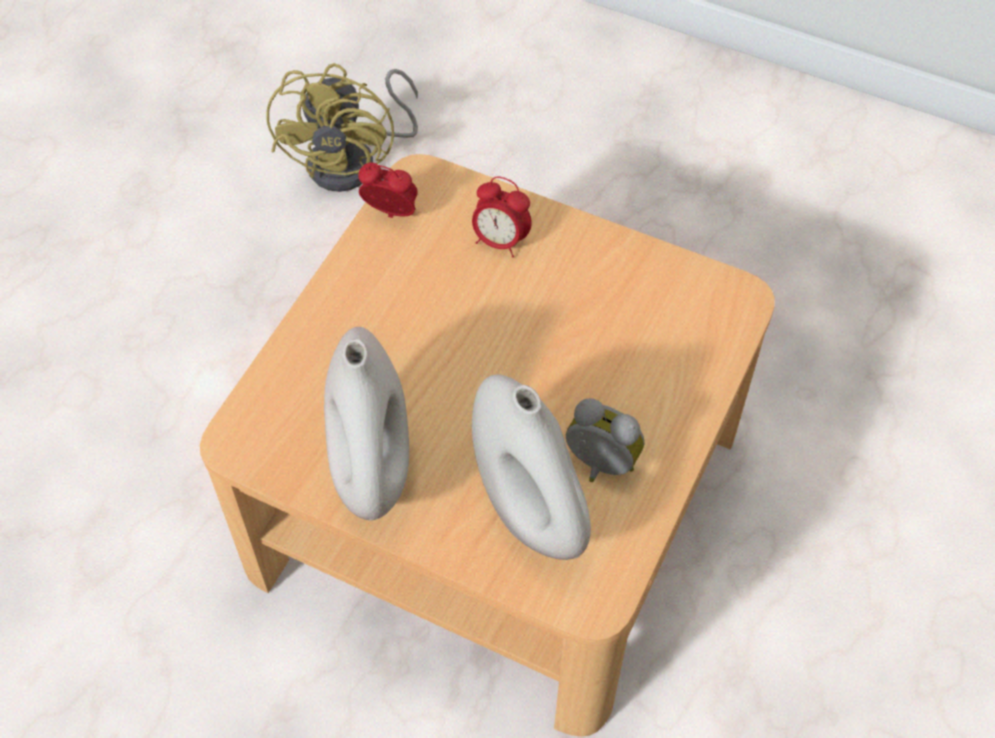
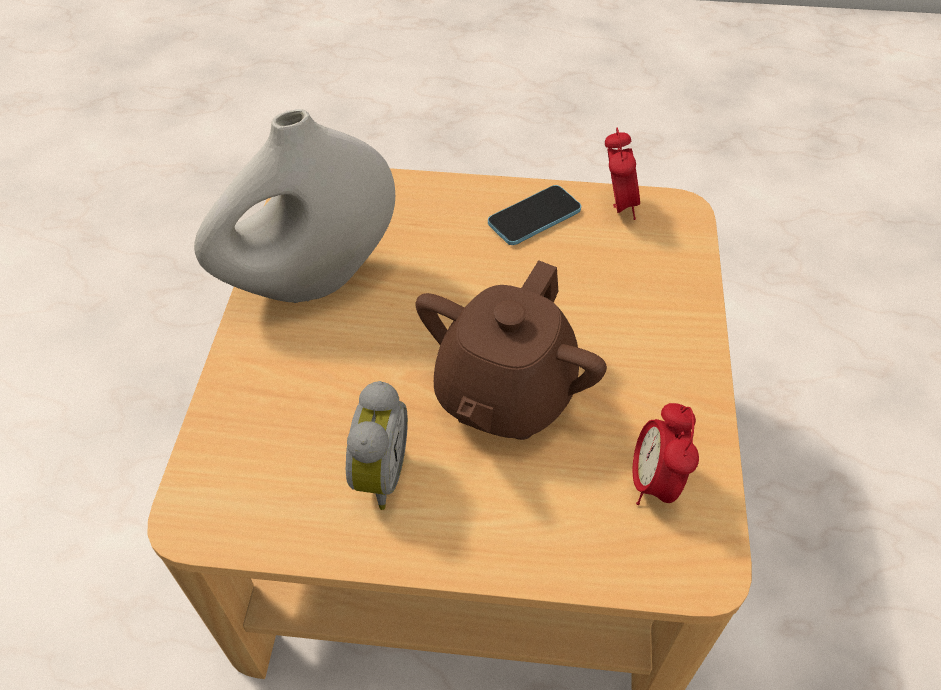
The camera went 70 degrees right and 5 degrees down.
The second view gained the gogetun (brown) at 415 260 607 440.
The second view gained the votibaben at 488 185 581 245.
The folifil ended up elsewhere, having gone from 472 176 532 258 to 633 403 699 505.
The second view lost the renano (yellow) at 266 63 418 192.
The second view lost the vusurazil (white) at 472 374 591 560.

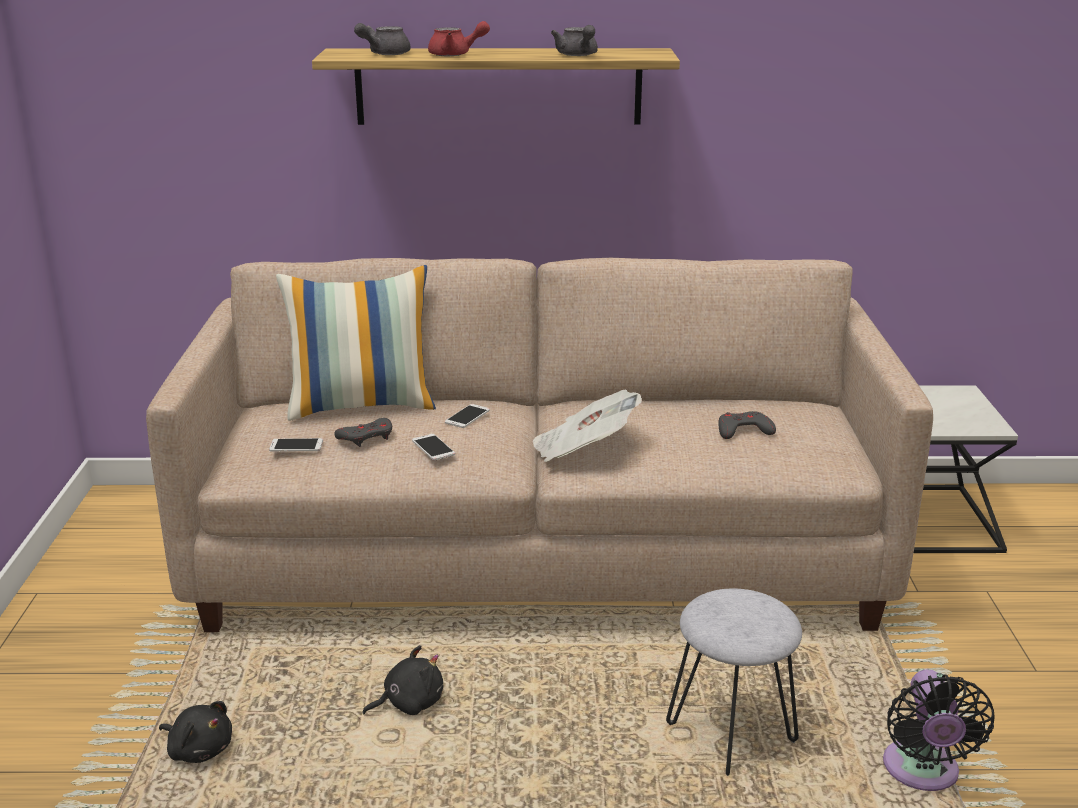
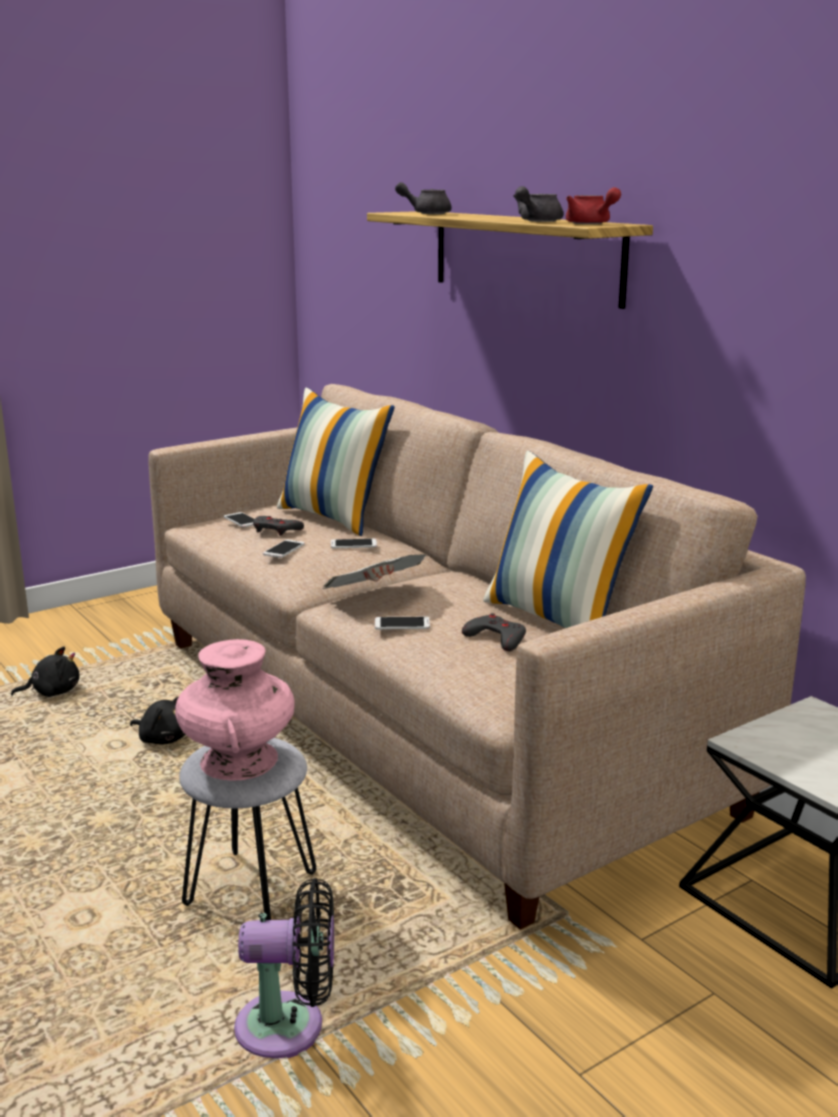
The camera went 55 degrees right and 5 degrees down.
The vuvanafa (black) at 159 701 232 763 ended up facing another way, 105 degrees counterclockwise from before.
The second view gained the vusurazil (pink) at 175 639 295 781.
The renano (black) at 883 670 995 791 ended up facing another way, 150 degrees counterclockwise from before.
The second view gained the votibaben at 375 617 430 629.
The second view gained the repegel at 483 451 653 628.
The gogetun (red) ended up elsewhere, having gone from 428 21 490 56 to 566 187 621 224.

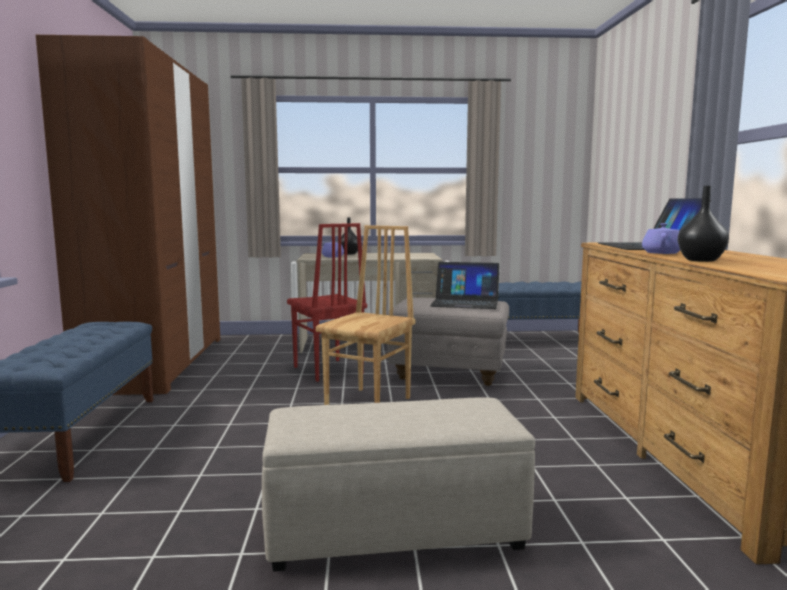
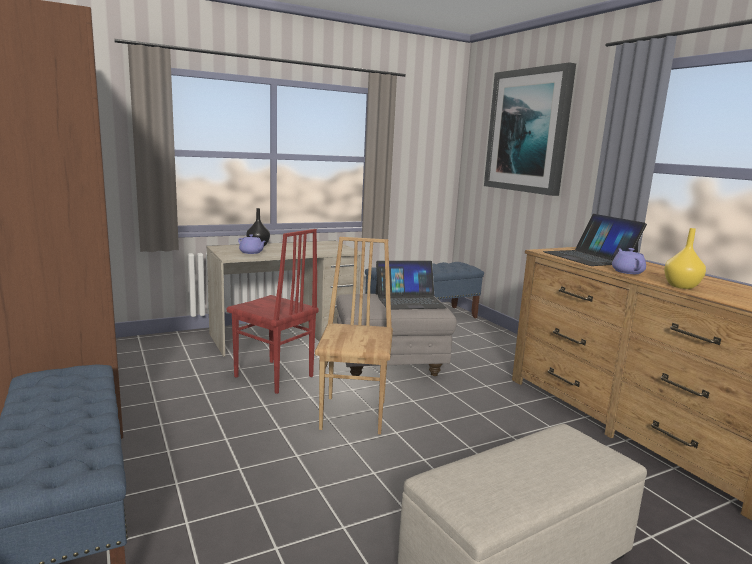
The camera went 25 degrees left and 5 degrees up.
The second view gained the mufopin at 484 62 576 196.
What was the vusurazil (black) at 678 186 729 262 turned into the vusurazil (yellow) at 664 228 706 289.

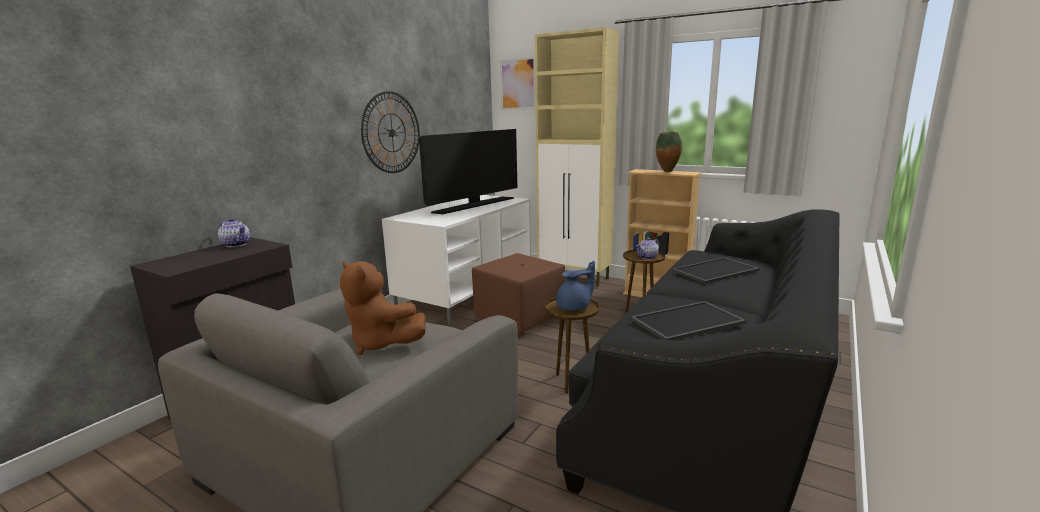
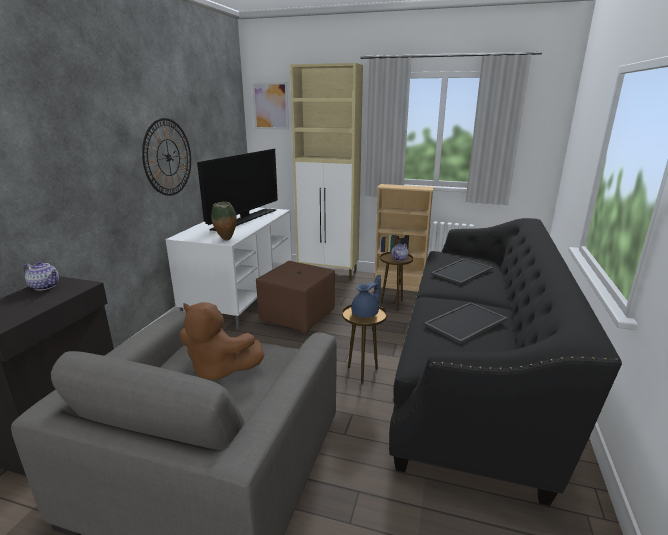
The camera went 15 degrees left and 5 degrees up.
The vusurazil ended up elsewhere, having gone from 656 132 682 172 to 211 202 237 240.

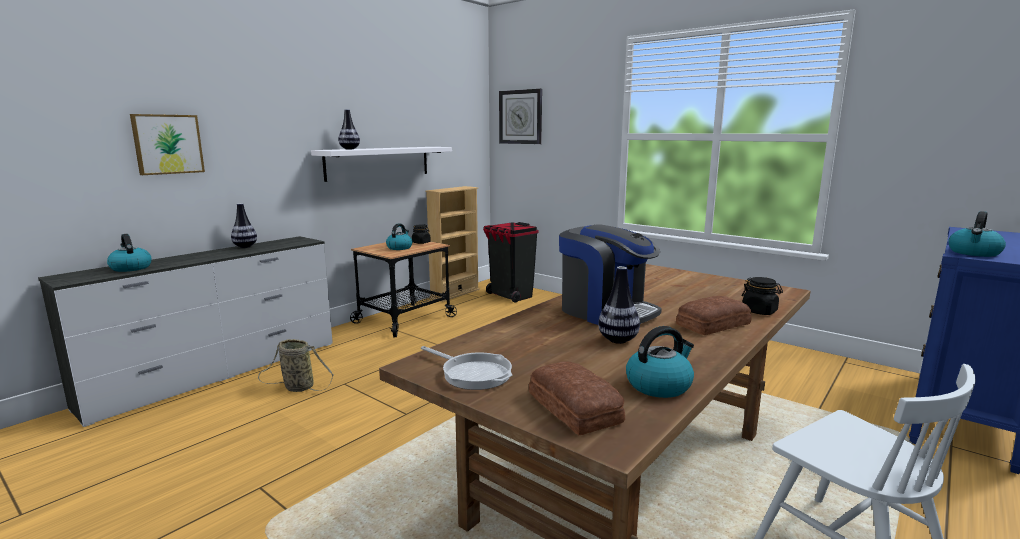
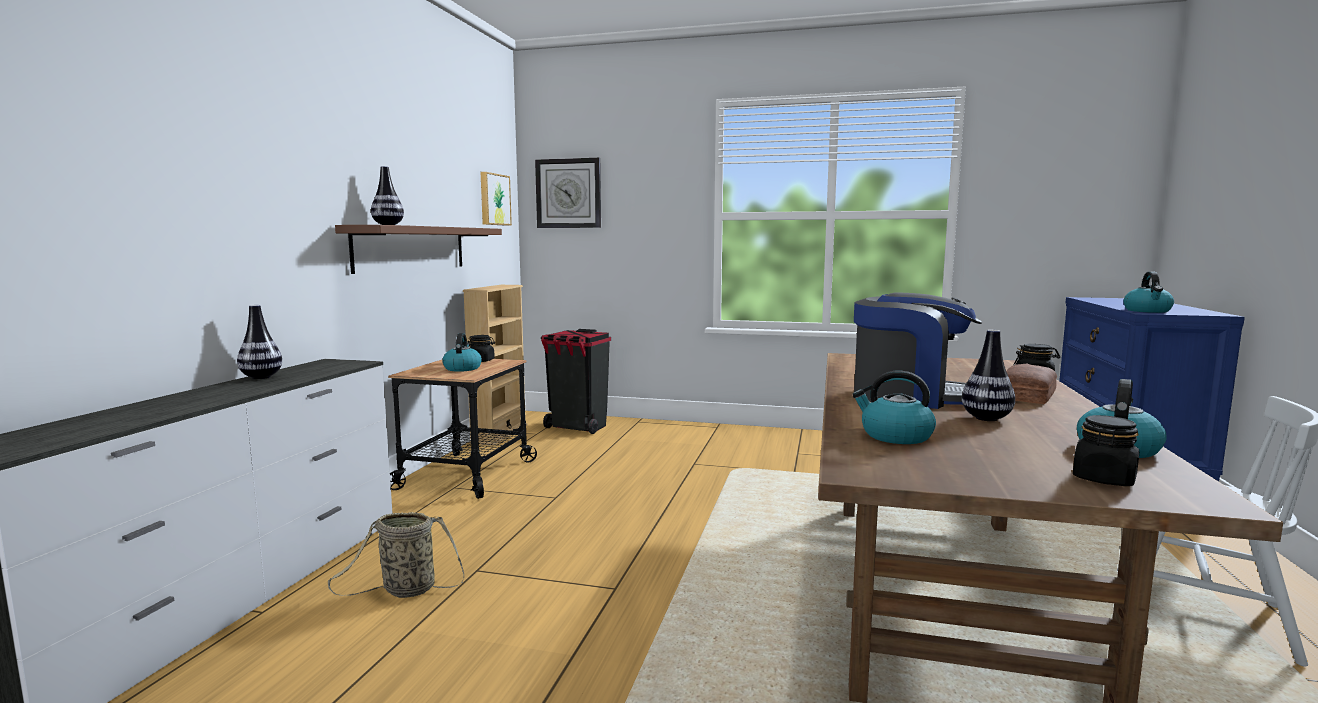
The camera went 25 degrees left and 5 degrees down.
What was the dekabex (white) at 311 147 452 182 turned into the dekabex (brown) at 335 225 502 274.
The mufopin ended up elsewhere, having gone from 130 114 205 175 to 480 172 512 226.
The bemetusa ended up elsewhere, having gone from 107 234 152 272 to 852 371 936 444.
Where the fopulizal stood at 529 361 625 435, the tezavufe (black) came to stand at 1073 415 1139 486.
The second view lost the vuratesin at 421 346 512 390.

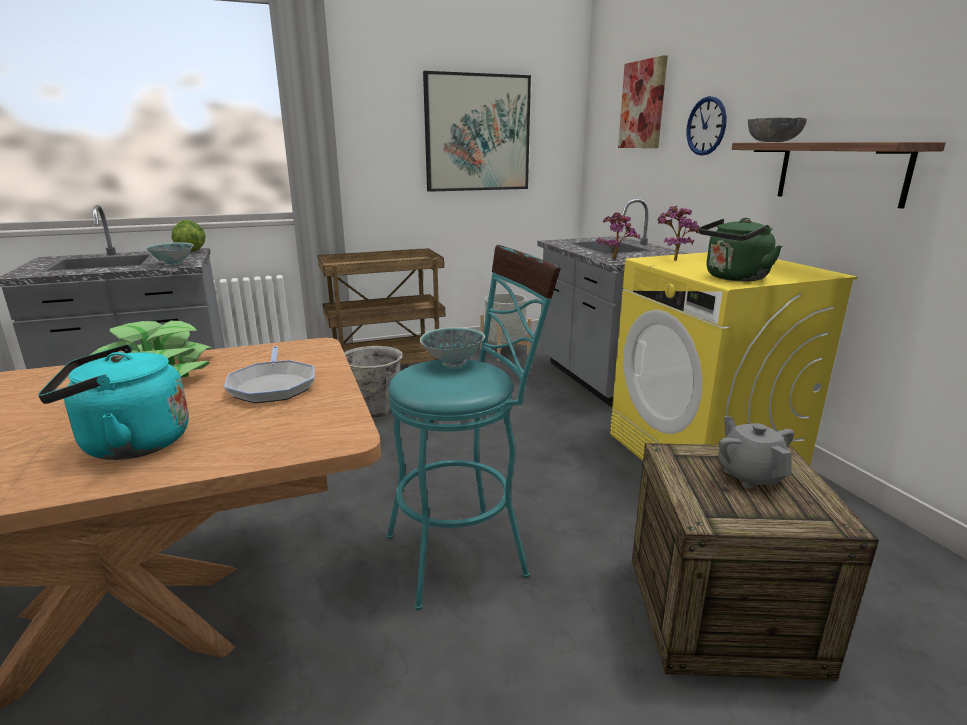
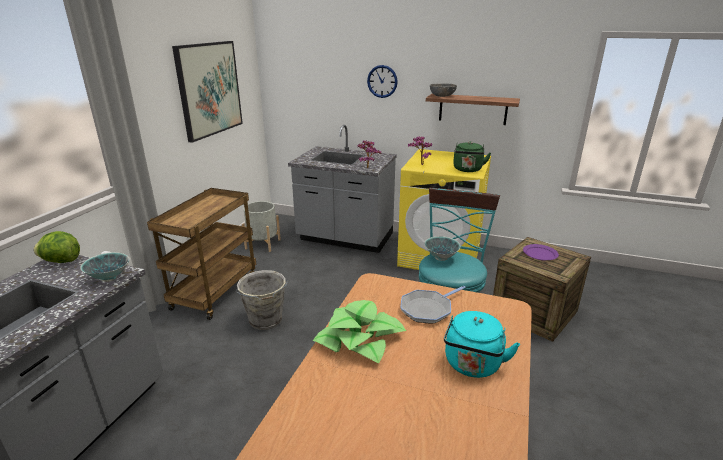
The camera went 50 degrees left and 5 degrees up.
The vuratesin at 224 346 315 403 ended up facing another way, 120 degrees clockwise from before.
Where the gogetun (grey) stood at 718 416 794 489, the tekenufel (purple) came to stand at 523 244 559 260.
The second view lost the mufopin at 618 55 668 148.

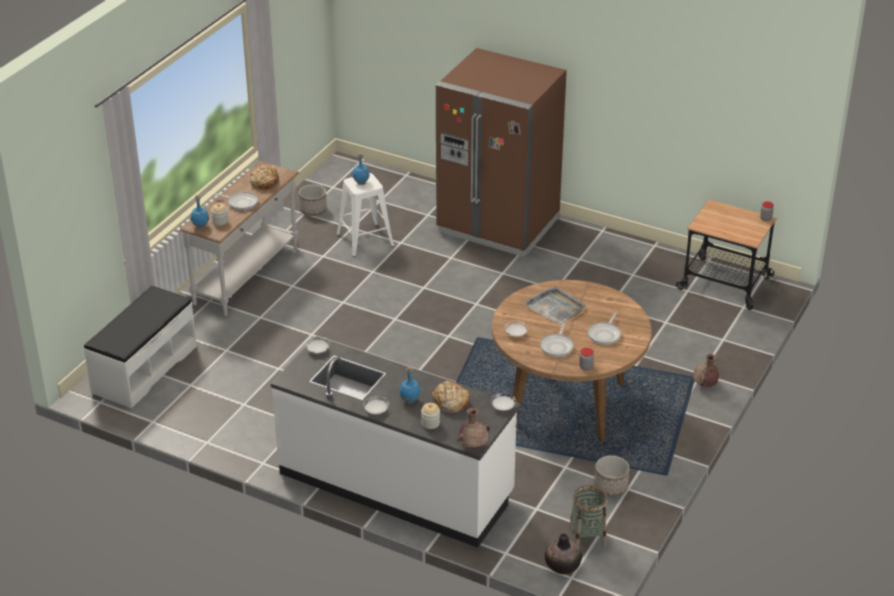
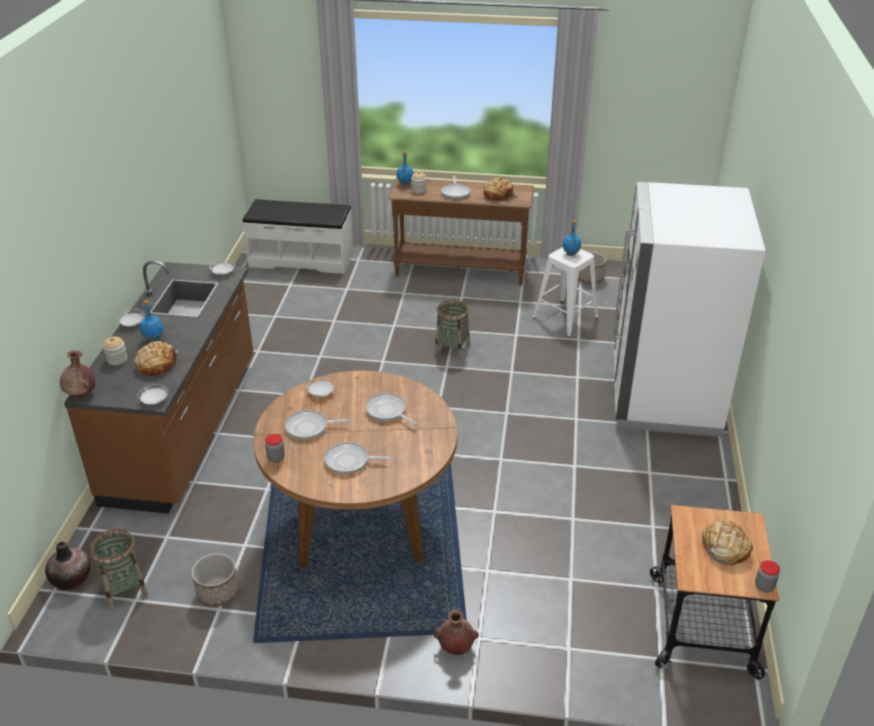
The camera went 70 degrees right and 0 degrees up.
What was the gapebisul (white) at 271 336 520 548 turned into the gapebisul (brown) at 64 260 254 514.
Where the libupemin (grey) stood at 524 286 586 324, the vuratesin came to stand at 365 393 416 425.
What was the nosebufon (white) at 180 161 299 316 turned into the nosebufon (brown) at 388 178 534 285.
The second view gained the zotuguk at 435 300 470 360.
What was the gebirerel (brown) at 436 48 567 257 turned into the gebirerel (white) at 613 182 766 437.
The second view gained the fopulizal at 700 519 753 565.

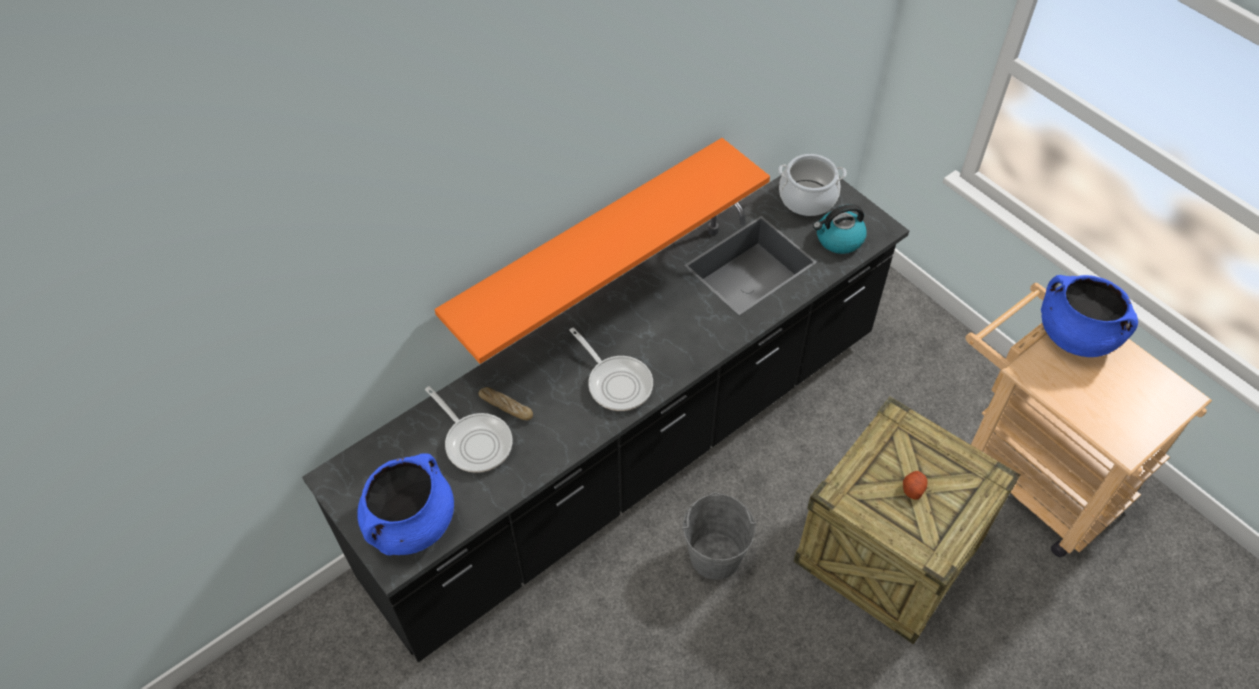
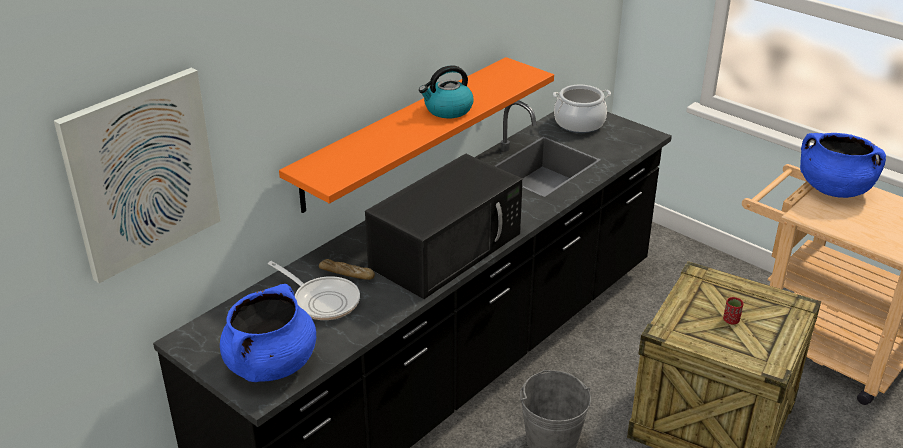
The camera went 10 degrees left and 20 degrees down.
The second view gained the mufopin at 54 68 221 283.
Where the vuratesin stood at 569 327 653 411, the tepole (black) came to stand at 365 154 523 299.
The bemetusa ended up elsewhere, having gone from 813 204 867 254 to 419 65 474 118.
Where the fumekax stood at 903 471 927 499, the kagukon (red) came to stand at 723 297 743 325.

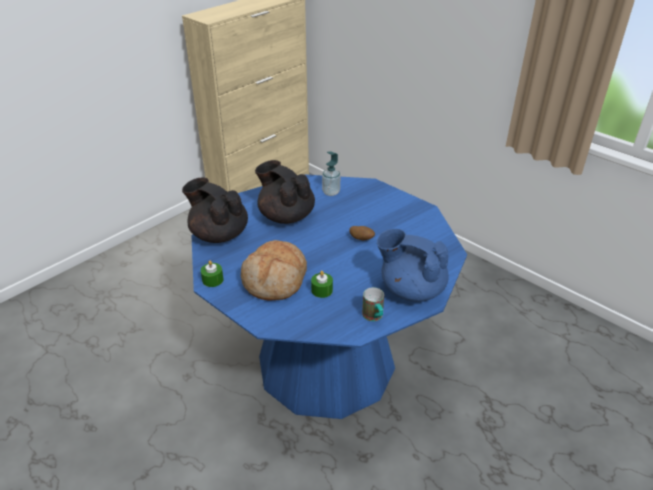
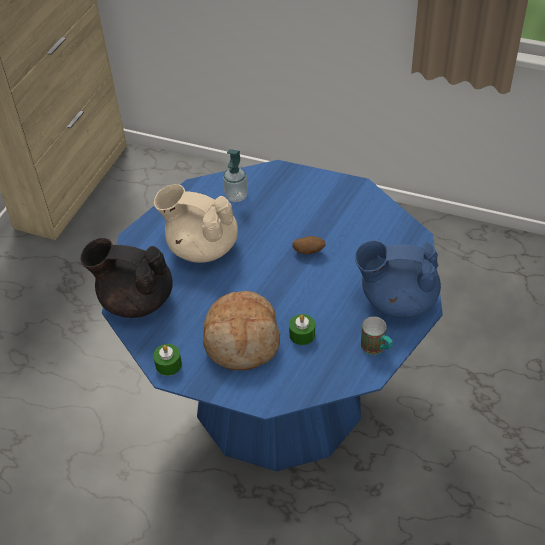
The camera went 20 degrees left and 10 degrees up.
What was the gogetun (black) at 255 160 315 224 turned into the gogetun (beige) at 154 184 238 263.

